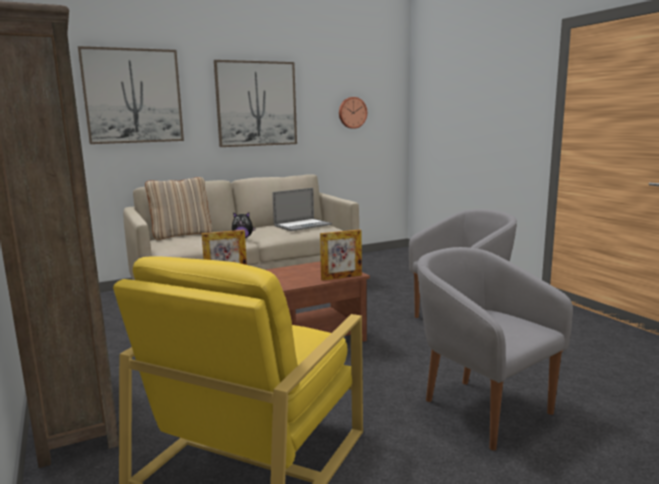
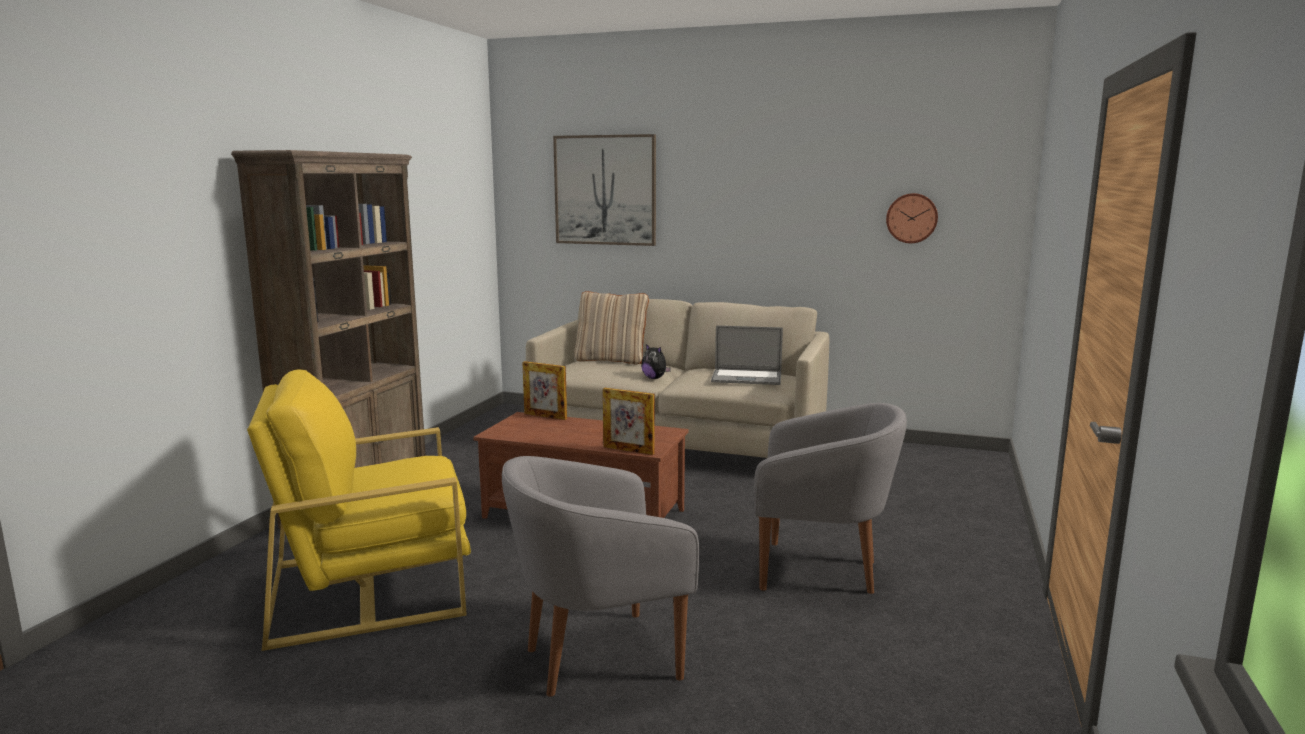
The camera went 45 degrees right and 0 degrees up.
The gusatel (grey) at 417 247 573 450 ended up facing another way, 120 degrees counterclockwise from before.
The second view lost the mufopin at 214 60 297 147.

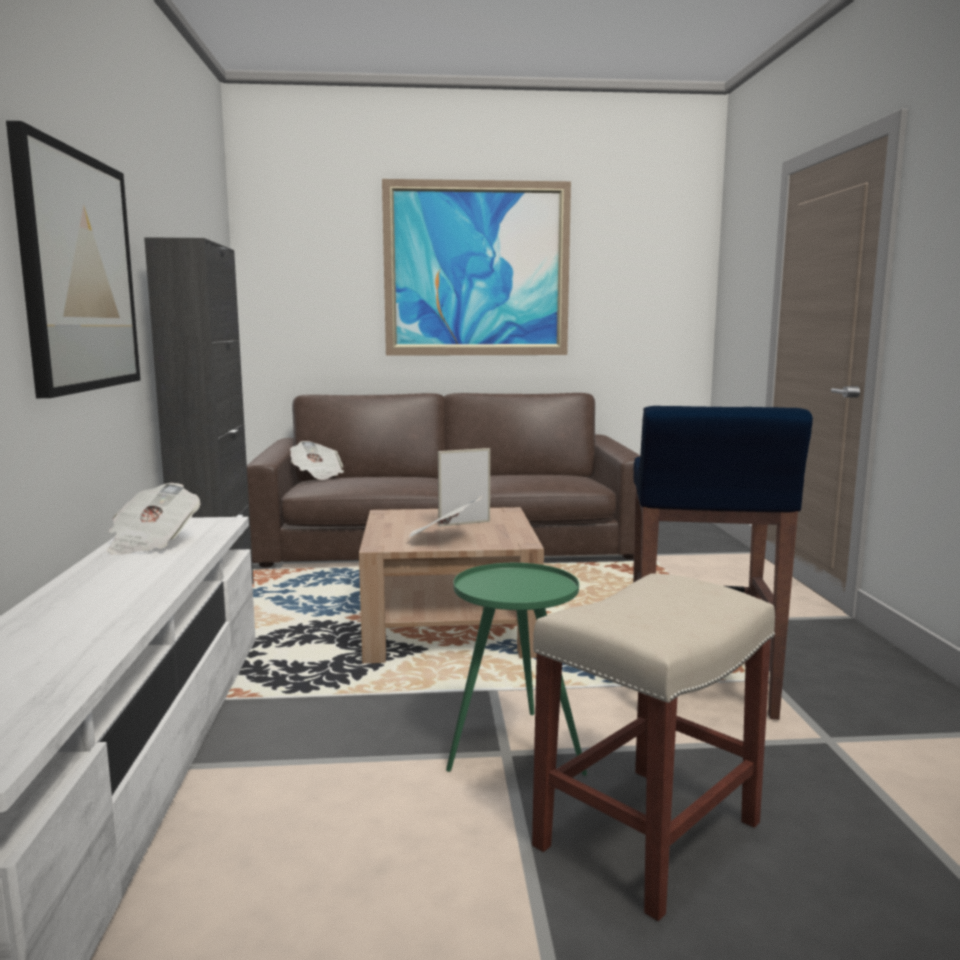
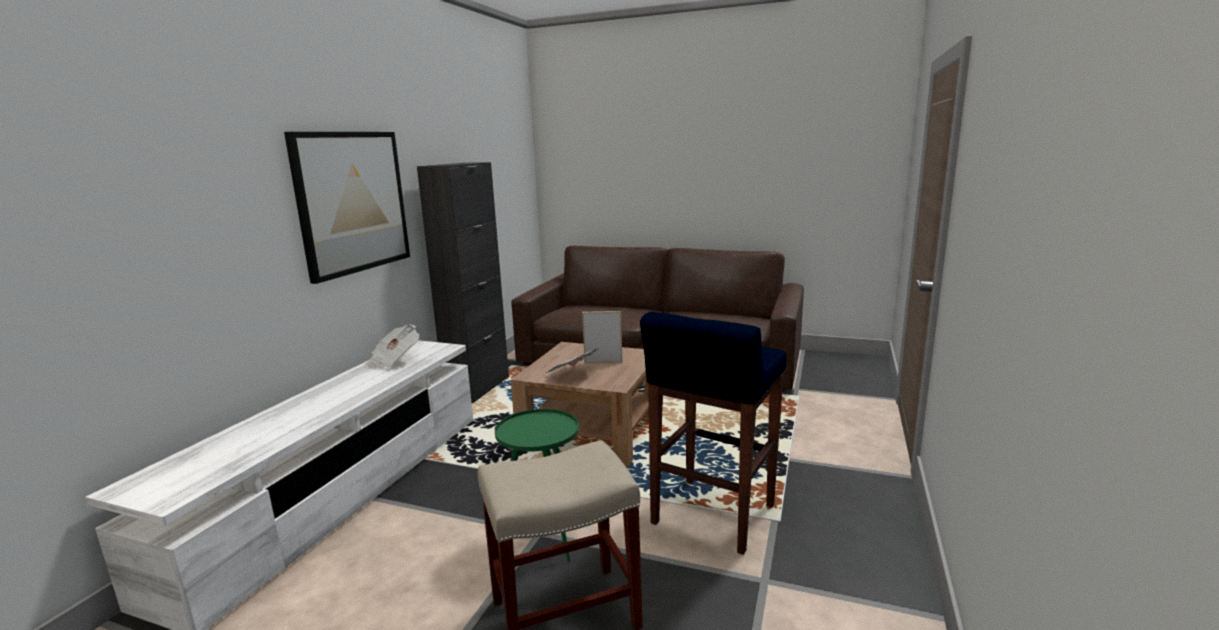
The camera went 25 degrees right and 5 degrees up.
The second view lost the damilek at 290 441 344 480.
The second view lost the mufopin at 382 179 571 356.

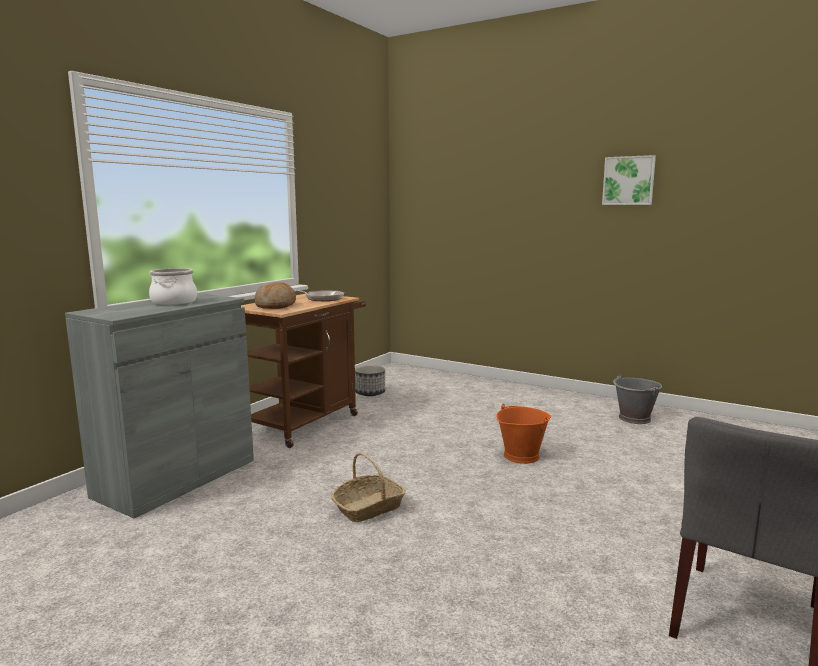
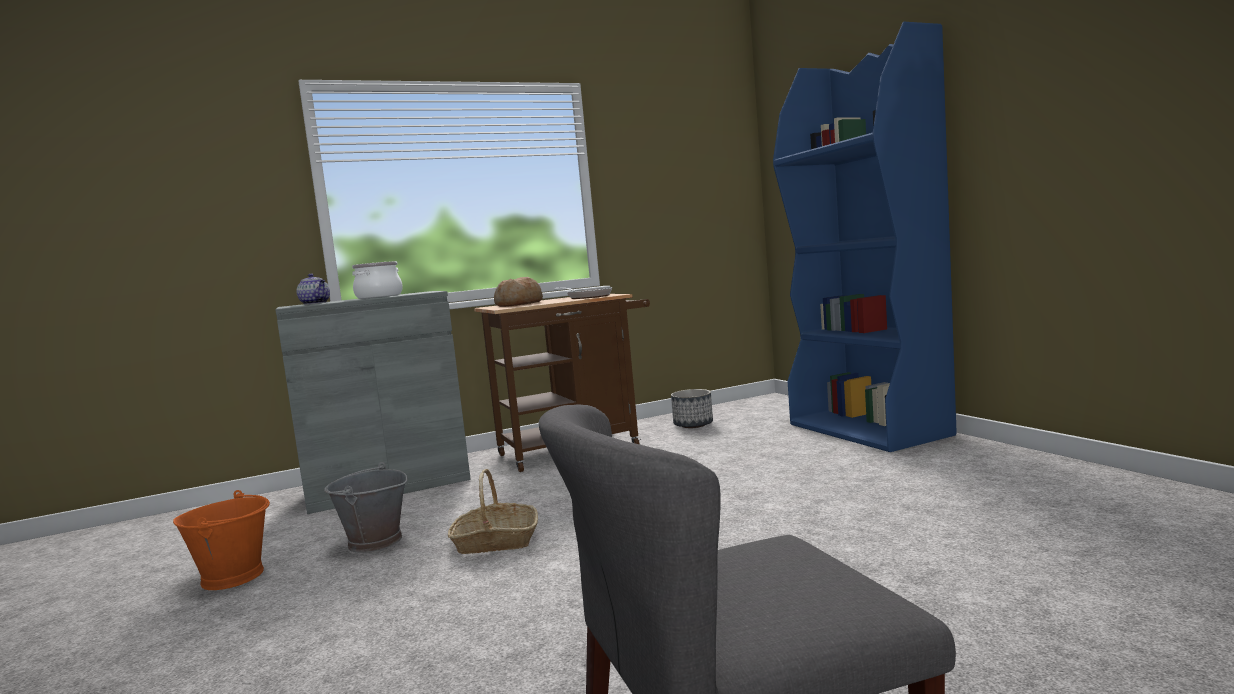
The camera went 35 degrees right and 5 degrees down.
The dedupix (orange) ended up elsewhere, having gone from 496 404 551 464 to 173 490 270 590.
The second view gained the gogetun at 297 274 330 305.
The dedupix (grey) ended up elsewhere, having gone from 613 374 662 424 to 324 462 407 553.
The second view gained the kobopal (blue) at 773 22 957 452.
The second view lost the mufopin at 602 155 656 205.

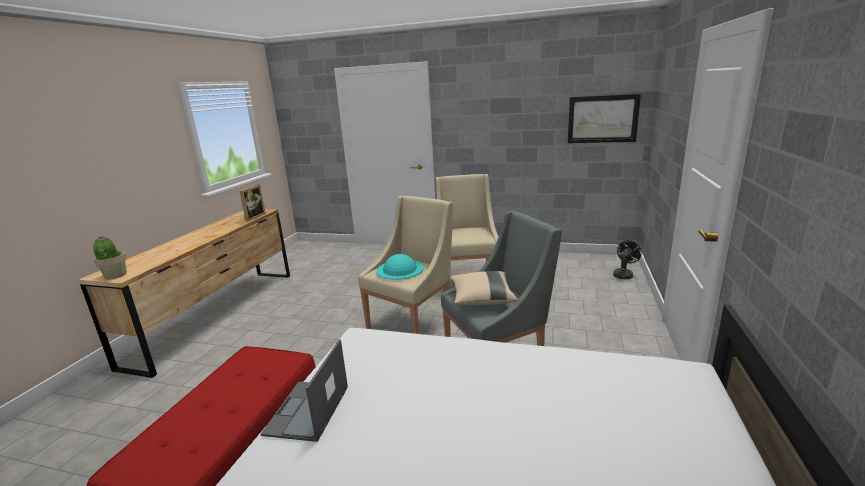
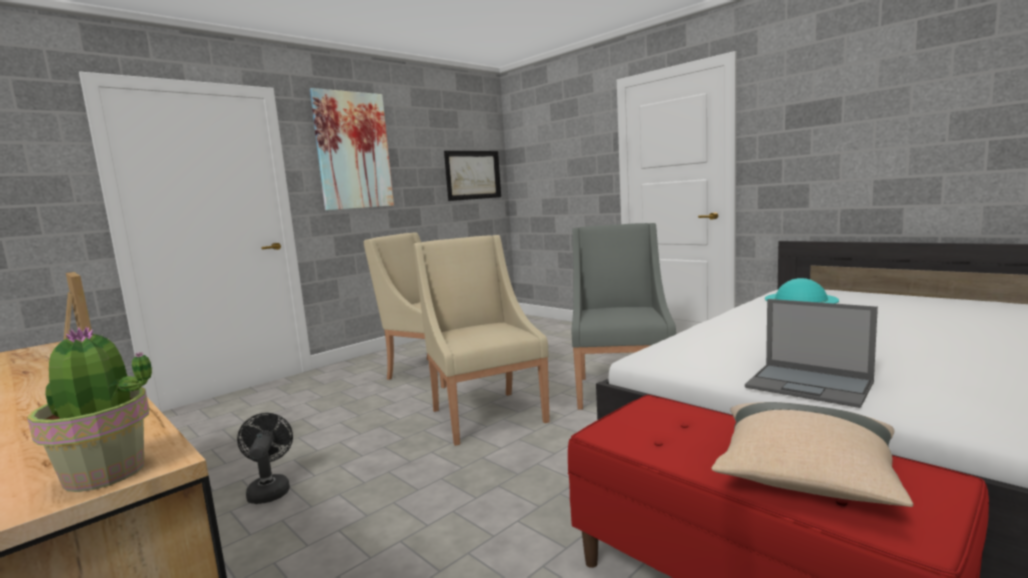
The camera went 60 degrees left and 10 degrees down.
The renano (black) ended up elsewhere, having gone from 613 240 642 280 to 237 413 293 504.
The second view gained the mufopin at 310 88 394 211.
The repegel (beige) ended up elsewhere, having gone from 450 271 518 305 to 711 402 913 507.
The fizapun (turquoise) ended up elsewhere, having gone from 376 254 424 280 to 765 278 839 304.

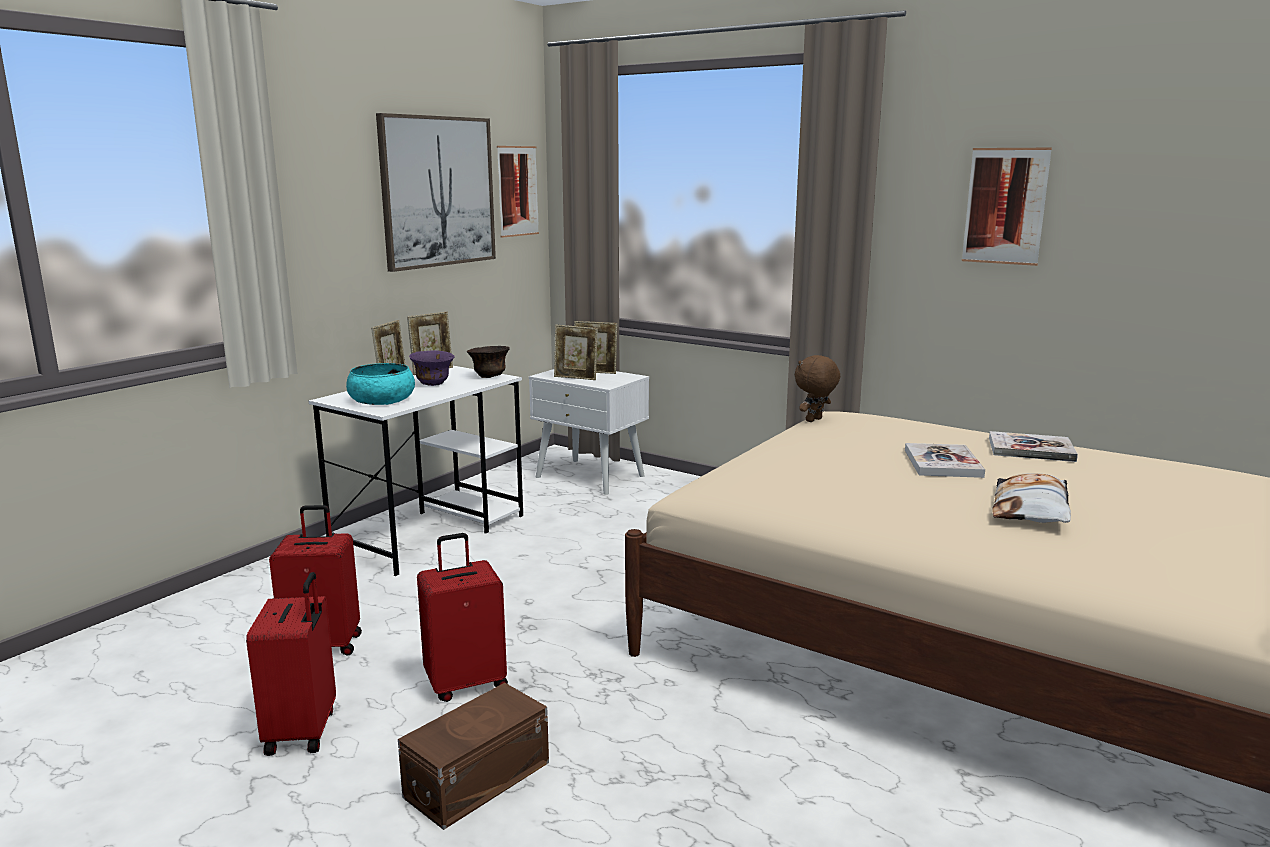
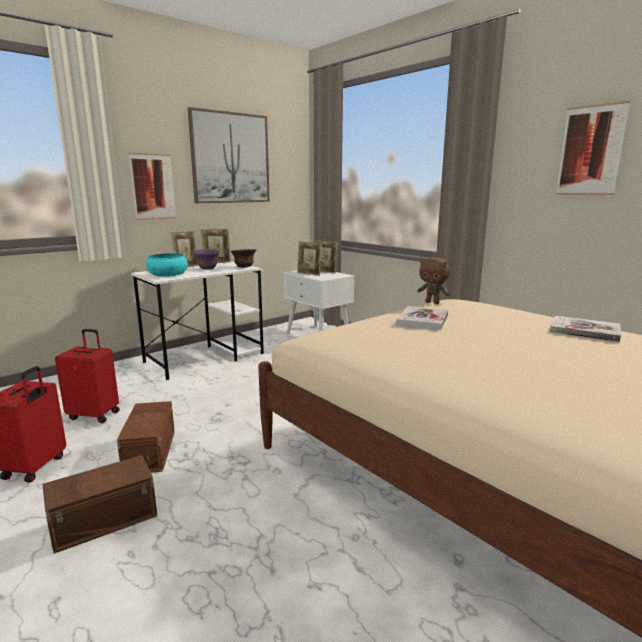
The camera went 15 degrees right and 0 degrees up.
Where the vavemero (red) stood at 417 533 508 702, the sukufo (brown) came to stand at 117 401 175 473.
The mufopin ended up elsewhere, having gone from 497 146 539 238 to 129 153 176 220.
The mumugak ended up elsewhere, having gone from 905 443 985 478 to 397 306 448 330.
The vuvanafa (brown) at 795 355 840 422 ended up facing another way, 120 degrees counterclockwise from before.
The second view lost the repegel at 992 474 1071 523.

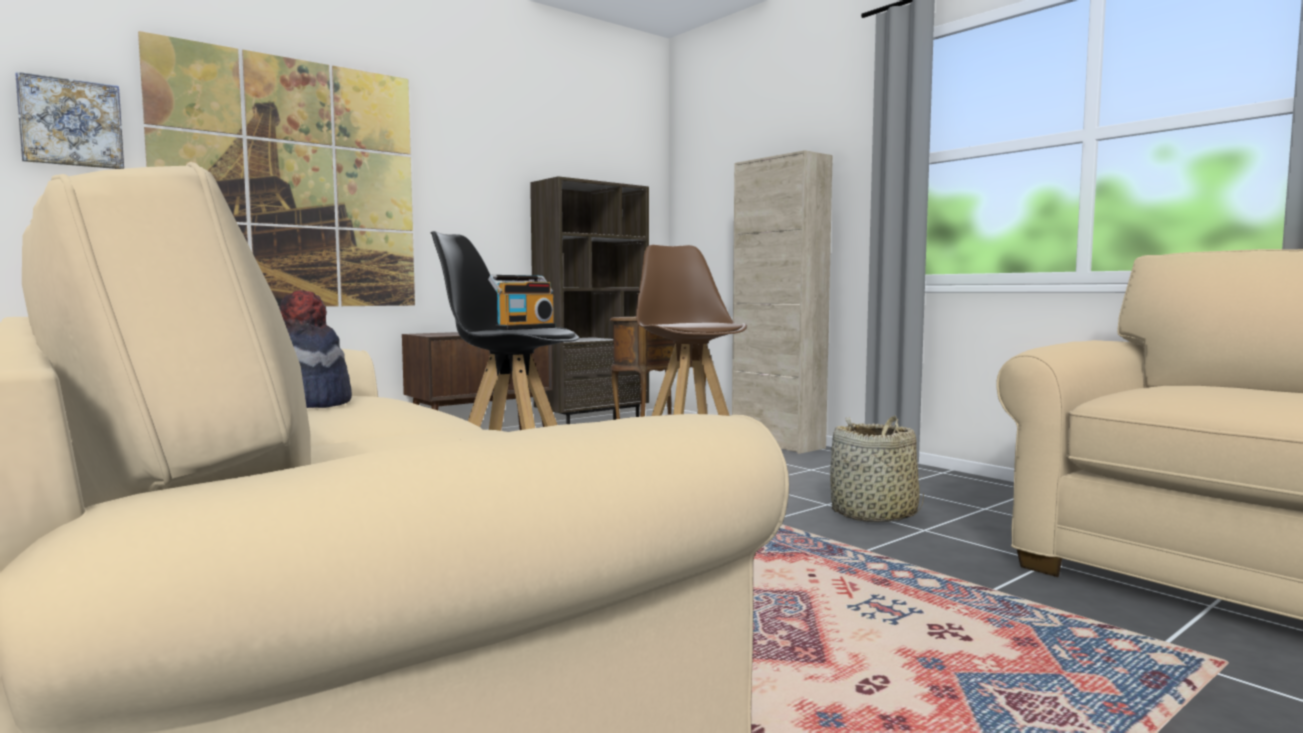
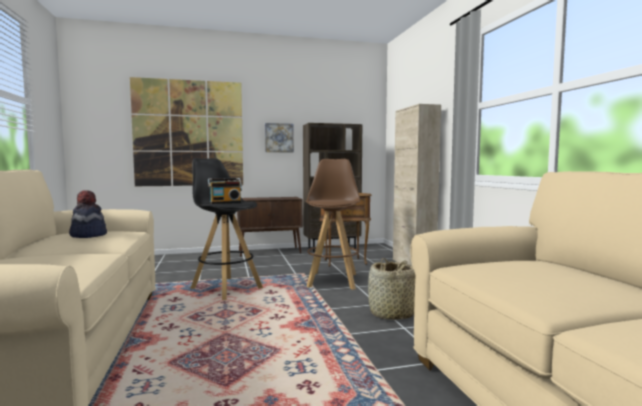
The camera went 25 degrees right and 0 degrees up.
The mufopin ended up elsewhere, having gone from 15 72 124 169 to 265 123 294 152.

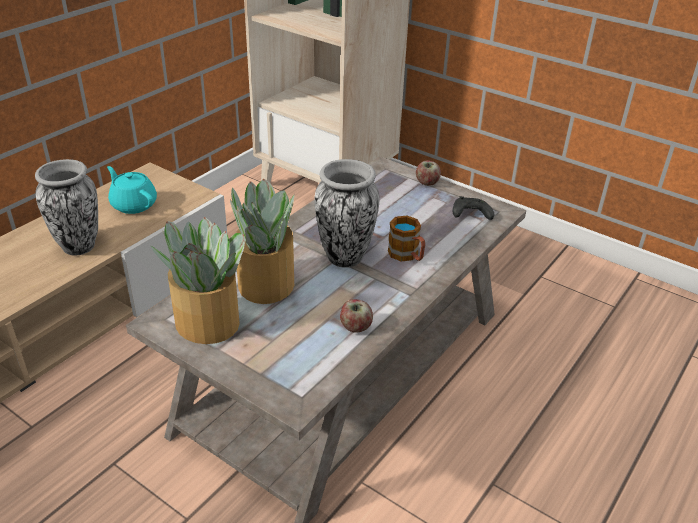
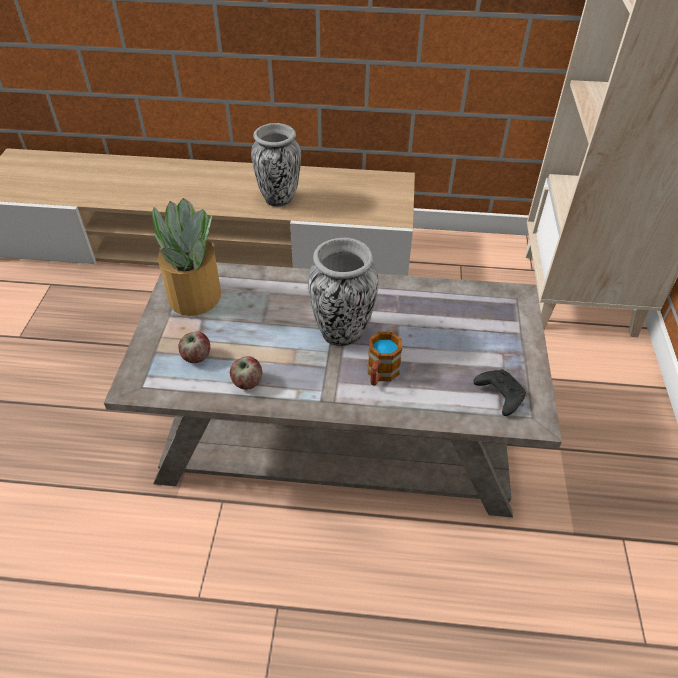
The camera went 60 degrees right and 10 degrees up.
The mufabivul ended up elsewhere, having gone from 416 160 441 186 to 178 332 210 363.
The second view lost the gogetun (turquoise) at 107 166 157 214.
The second view lost the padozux at 230 179 295 304.

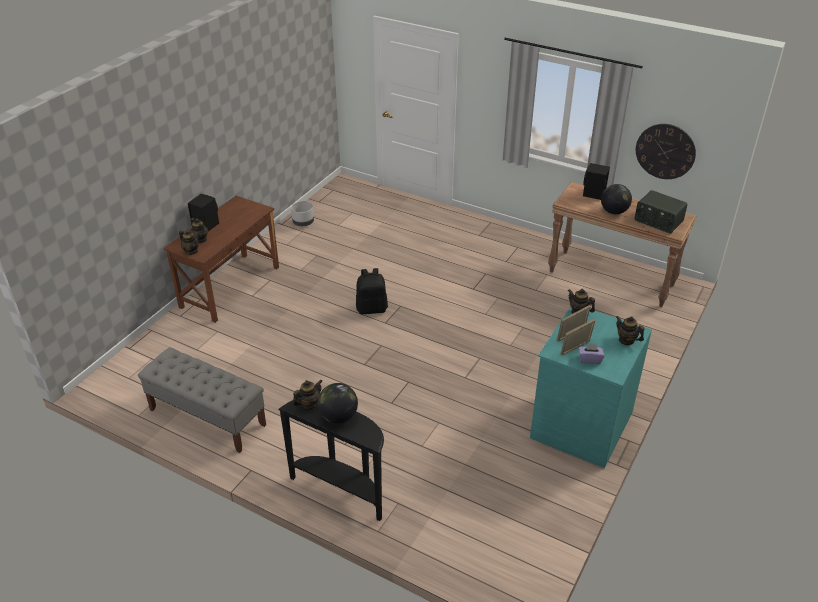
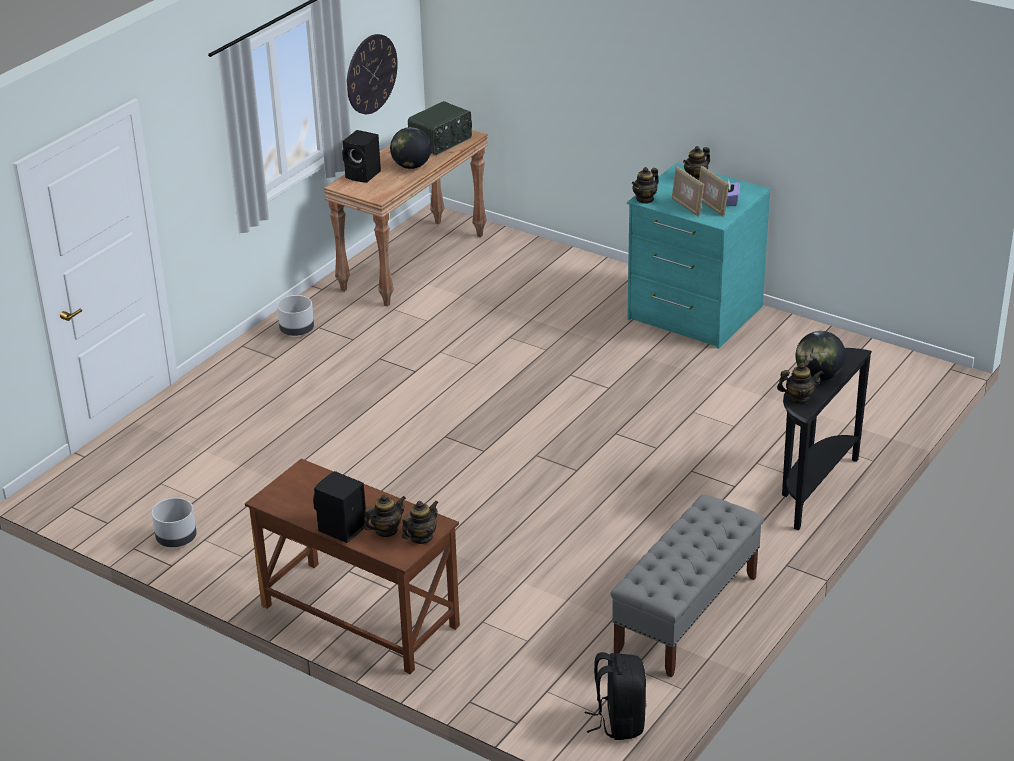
The camera went 85 degrees left and 5 degrees down.
The second view gained the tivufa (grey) at 277 295 314 336.
The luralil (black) ended up elsewhere, having gone from 356 268 388 314 to 585 652 646 740.
The gogetun at 293 380 322 409 ended up facing another way, 120 degrees clockwise from before.

